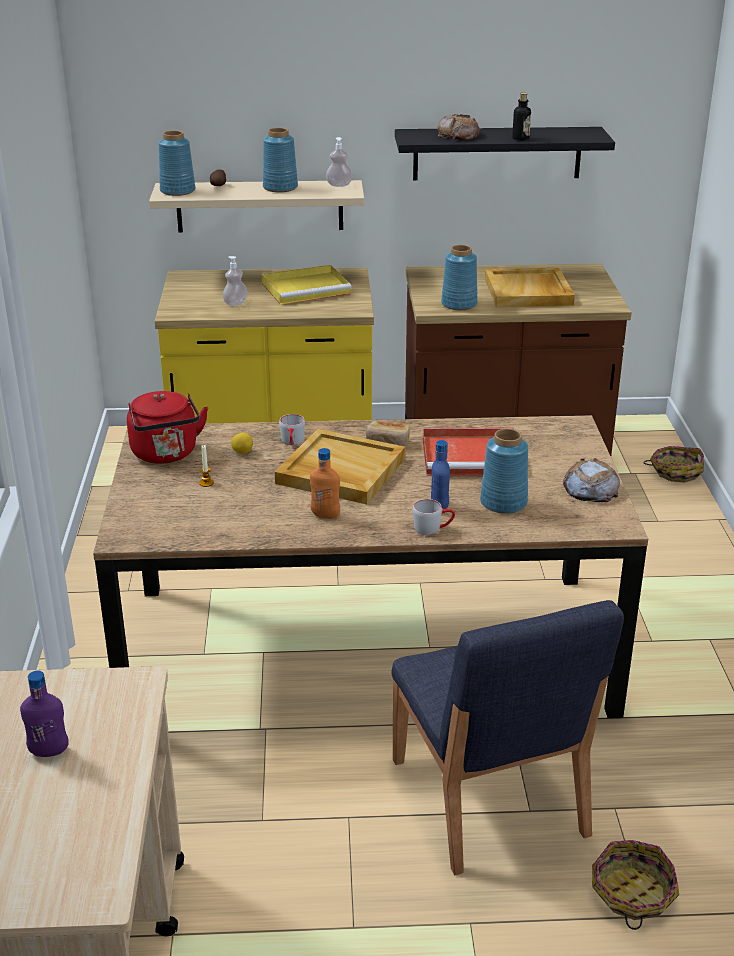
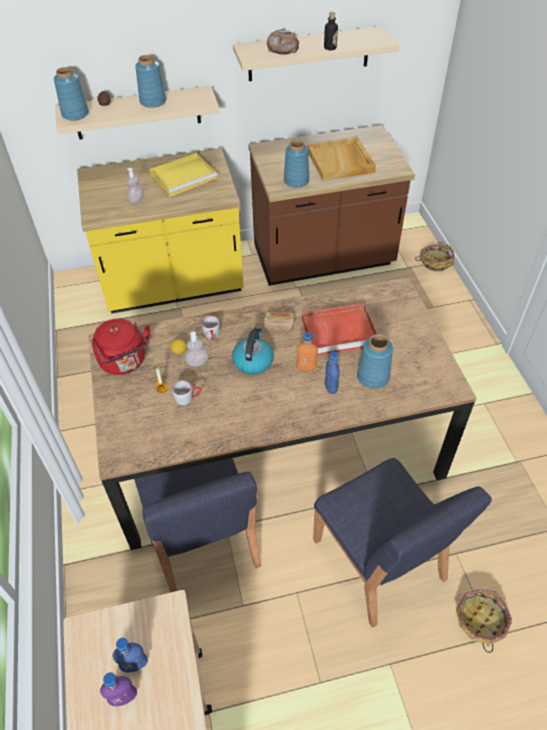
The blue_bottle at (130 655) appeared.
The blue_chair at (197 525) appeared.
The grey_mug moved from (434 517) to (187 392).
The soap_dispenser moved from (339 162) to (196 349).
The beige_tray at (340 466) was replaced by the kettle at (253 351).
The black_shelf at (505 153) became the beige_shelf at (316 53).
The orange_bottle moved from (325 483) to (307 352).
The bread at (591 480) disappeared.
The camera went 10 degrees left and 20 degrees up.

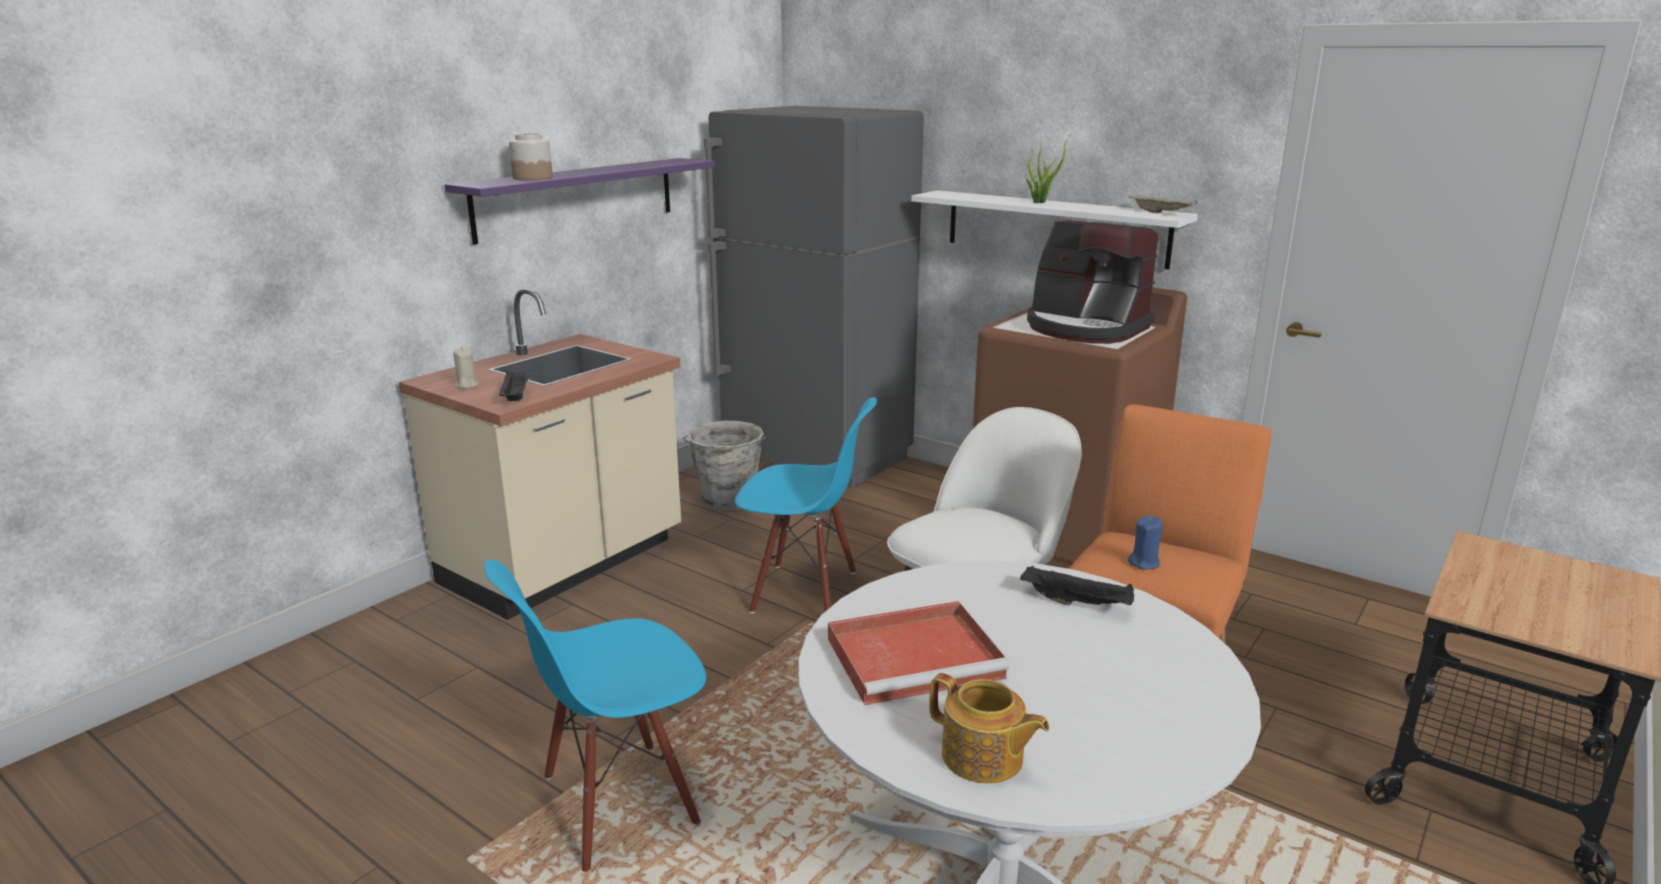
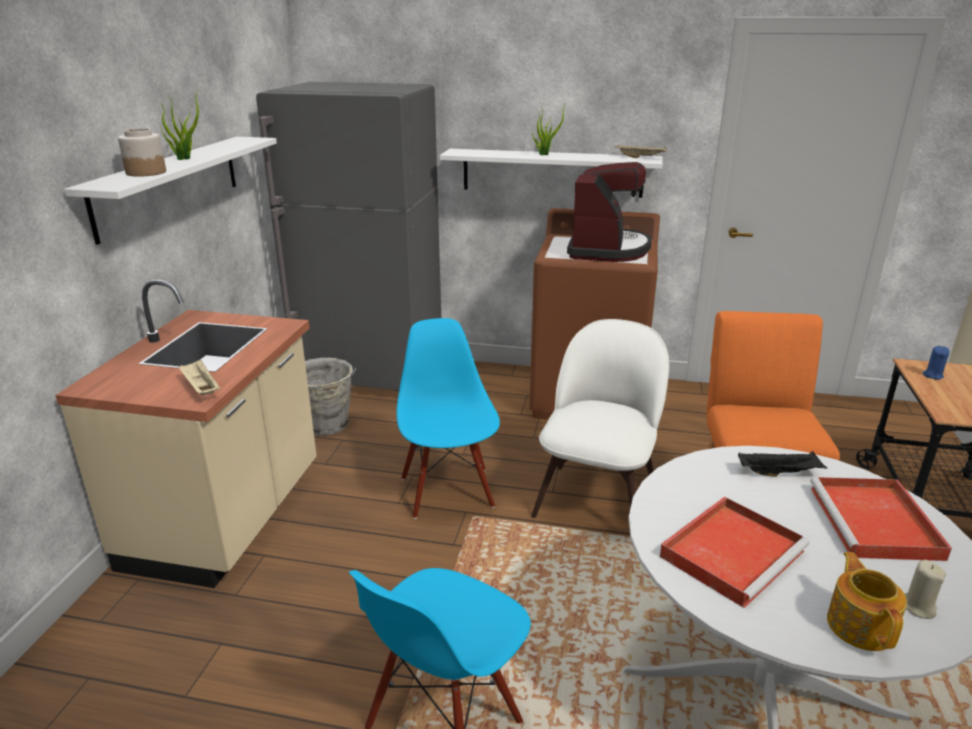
The purple_shelf at (580 201) became the white_shelf at (170 191).
The potted_plant at (180 124) appeared.
The black_tray at (515 385) became the beige_tray at (199 377).
The blue_chair at (806 505) turned 90 degrees counterclockwise.
The coffee_machine at (1092 282) turned 90 degrees counterclockwise.
The red_tray at (881 519) appeared.
The teapot at (989 728) turned 105 degrees counterclockwise.
The beige_candle moved from (466 368) to (925 589).
The blue_candle moved from (1145 543) to (936 363).
The camera went 25 degrees left and 5 degrees up.

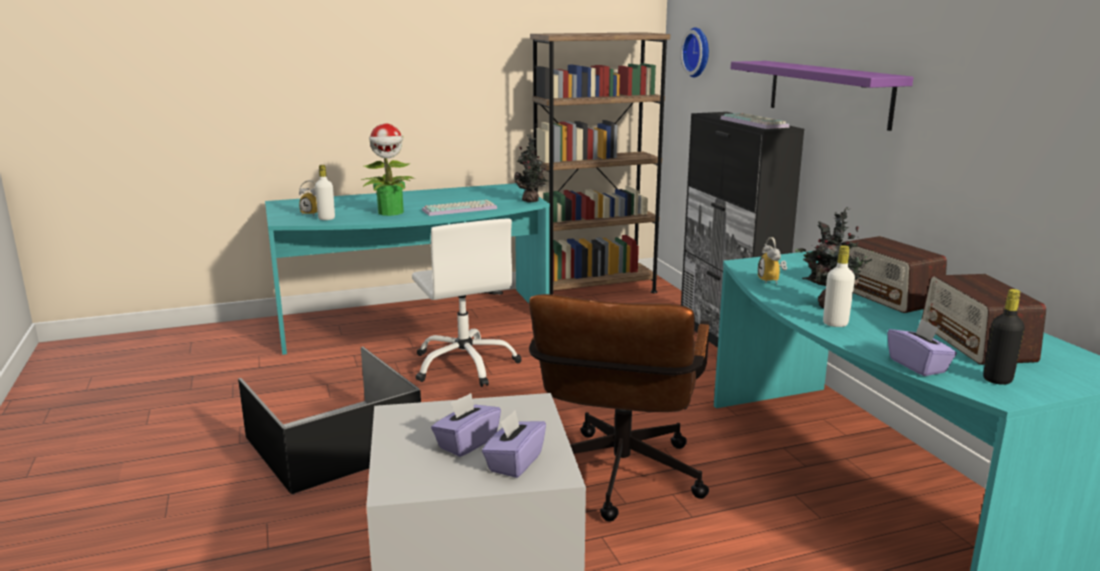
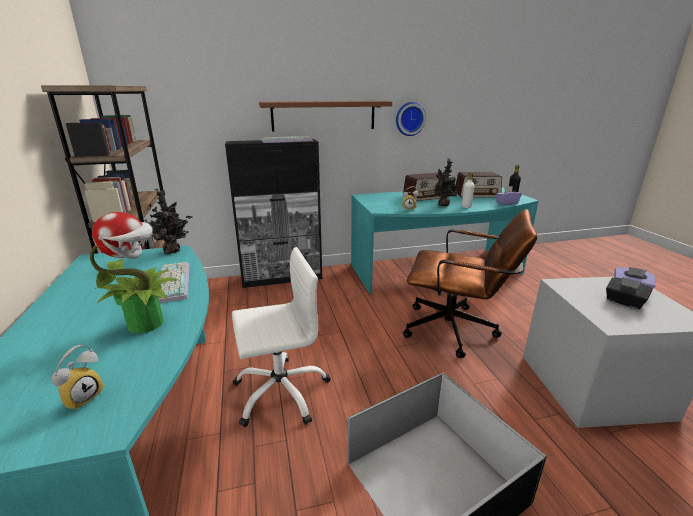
The purple_shelf at (822 96) became the brown_shelf at (325 116).
The wall_clock moved from (694 52) to (411 119).
The purple_tissue_box at (466 425) became the black_tissue_box at (629 293).
The white_bottle at (325 192) disappeared.
The camera went 85 degrees left and 5 degrees up.

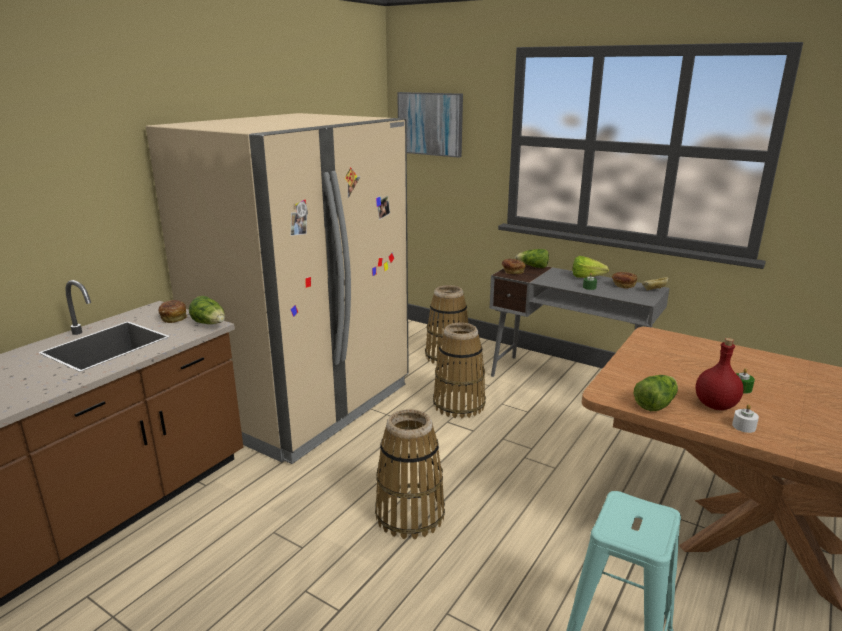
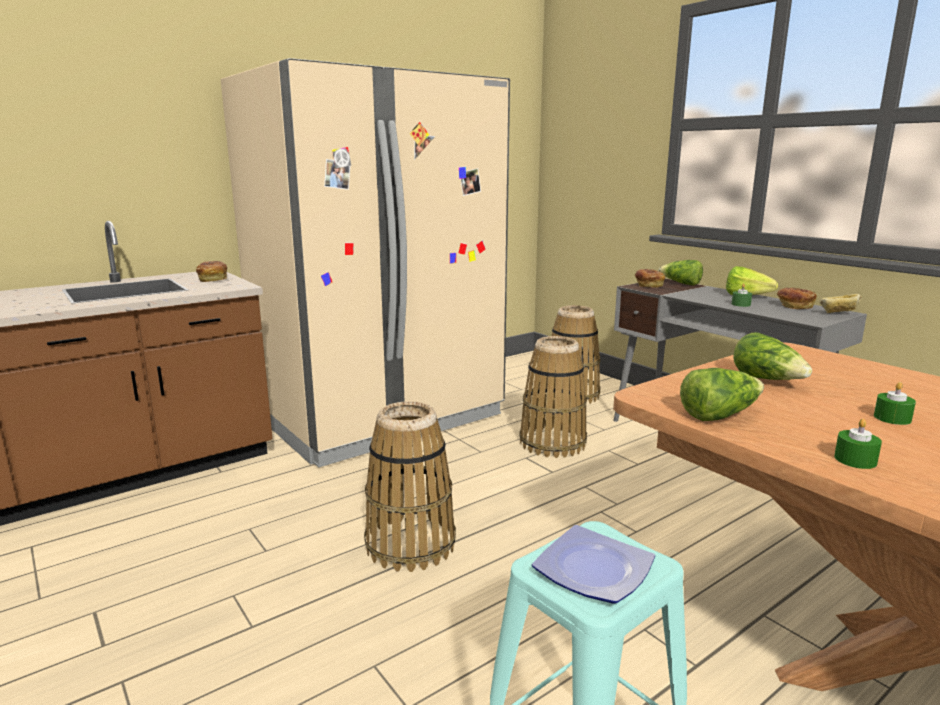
The plate at (593 564) appeared.
The lettuce moved from (207 310) to (772 356).
The white_candle at (745 418) became the green_candle at (858 444).
The picture at (430 125) disappeared.
The red_bottle at (719 374) disappeared.
The camera went 20 degrees right and 5 degrees down.

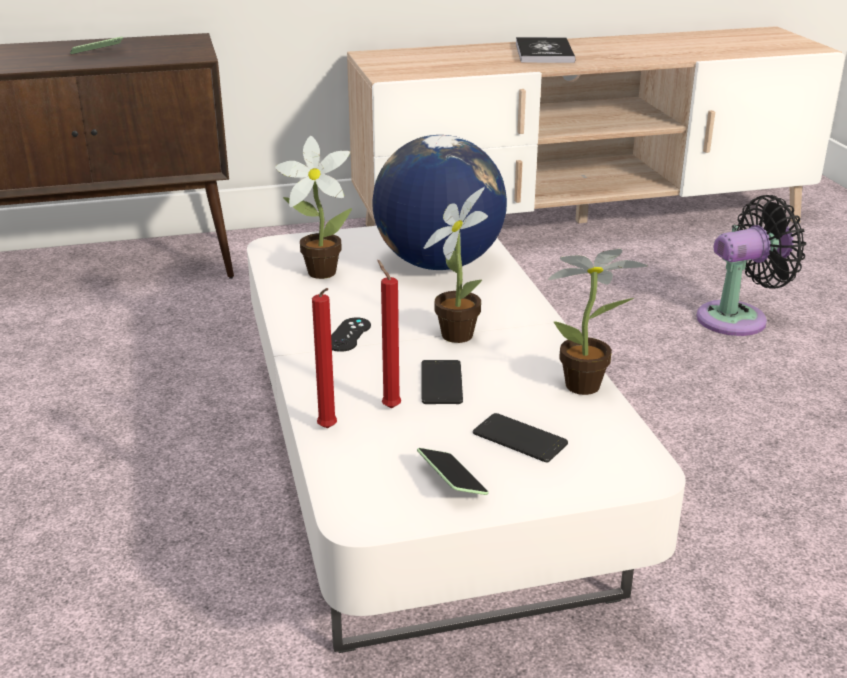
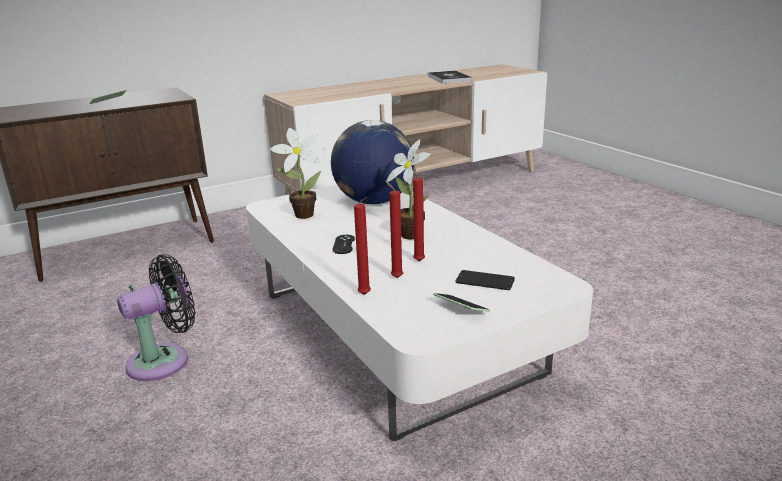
The black_fan moved from (751 265) to (156 317).
The phone at (442 382) was replaced by the red_candle at (419 214).
The book moved from (545 50) to (450 77).
The potted_plant at (598 322) disappeared.
The camera went 15 degrees left and 5 degrees down.

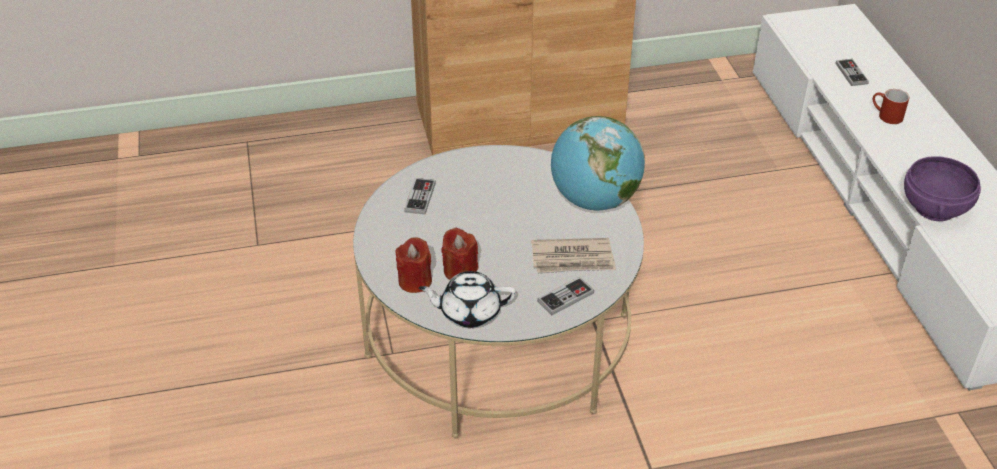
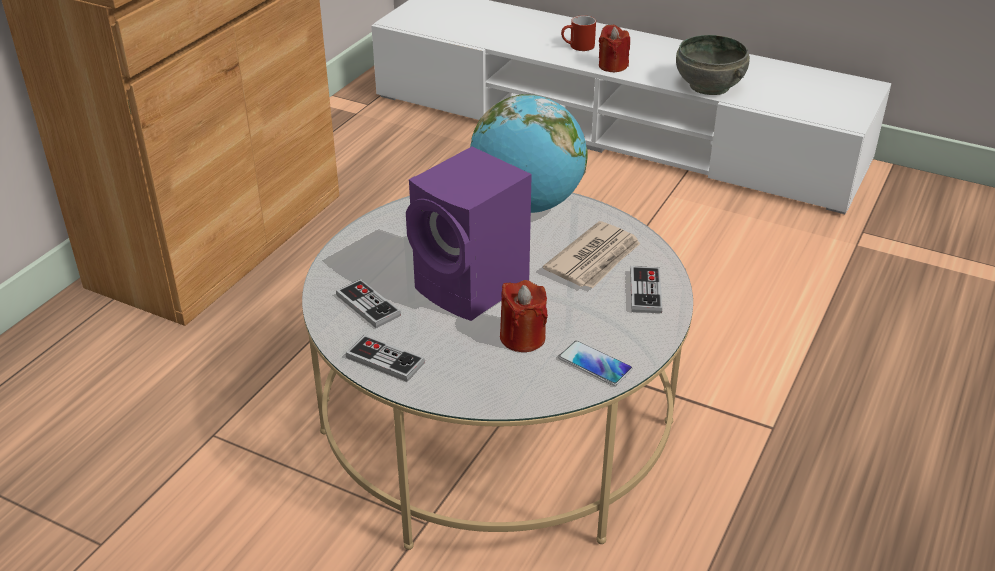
The game_controller moved from (852 72) to (385 358).
The purple_speaker at (469 234) appeared.
The white_teapot at (467 299) was replaced by the phone at (595 363).
The red_candle moved from (413 265) to (614 48).
The purple_bowl at (942 188) became the grey_bowl at (713 65).
The camera went 50 degrees left and 5 degrees down.

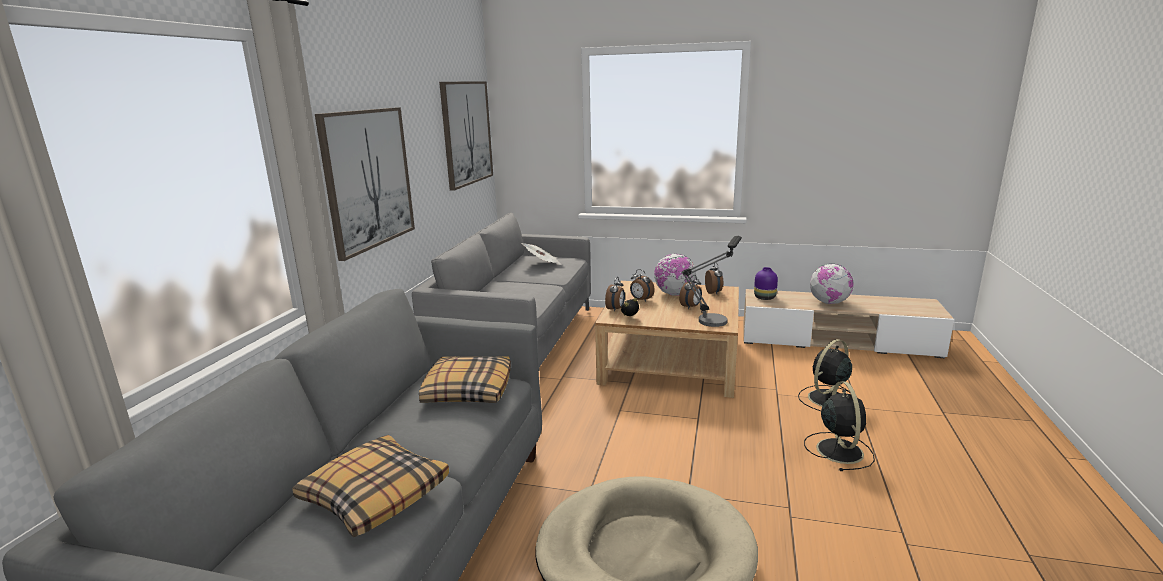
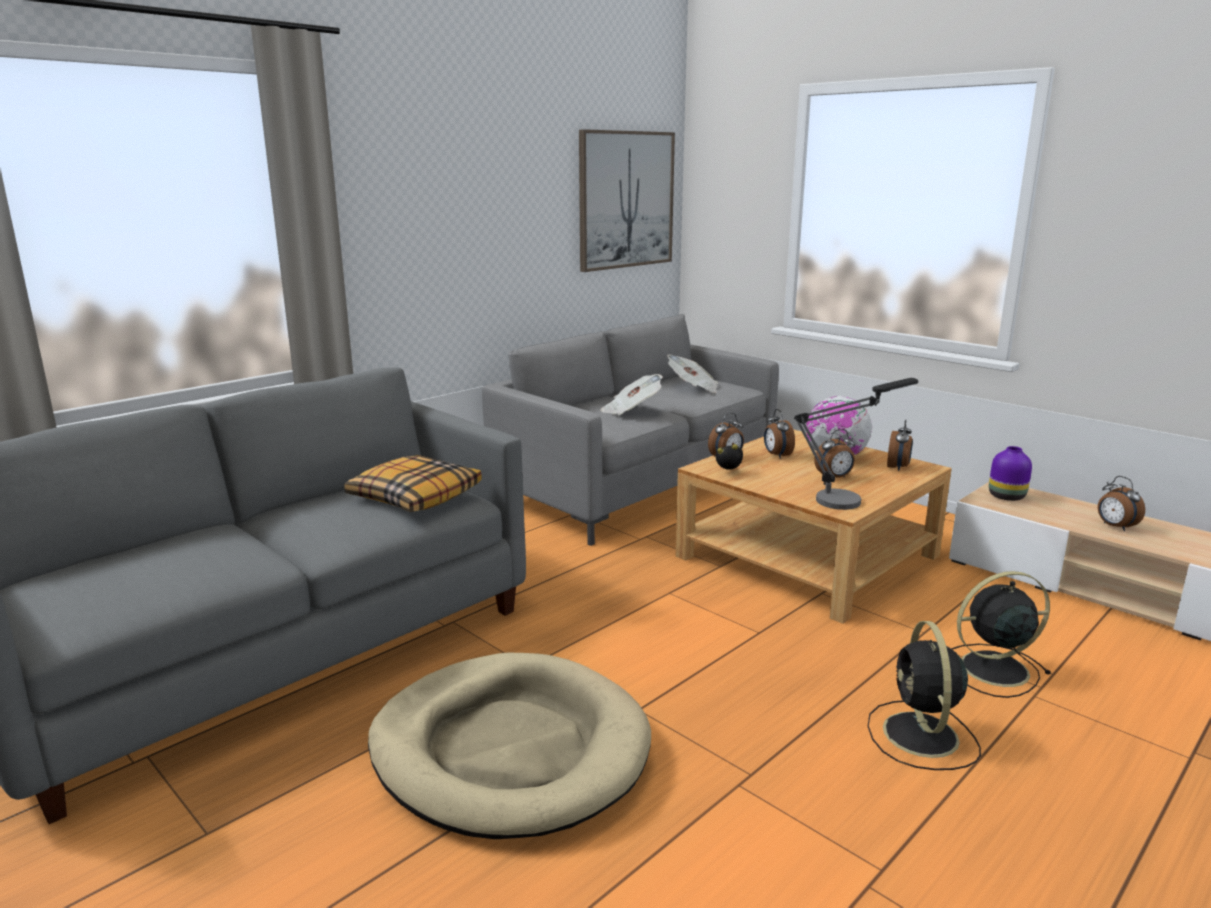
The newspaper at (631 394) appeared.
The black_fan at (839 426) turned 150 degrees clockwise.
The globe at (832 284) was replaced by the alarm_clock at (1121 503).
The pillow at (370 486) disappeared.
The picture at (365 184) disappeared.
The camera went 30 degrees right and 0 degrees up.

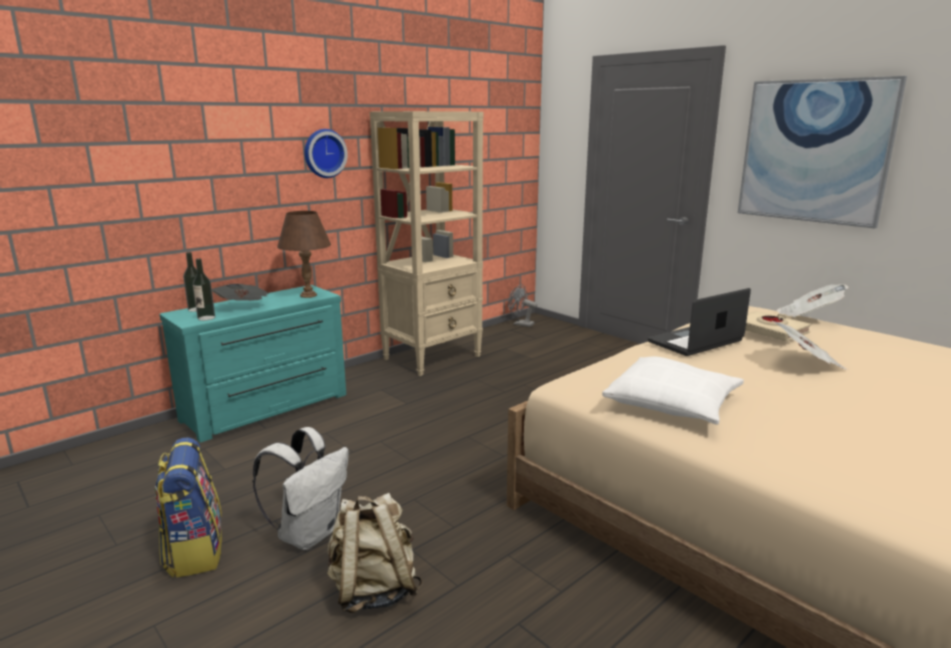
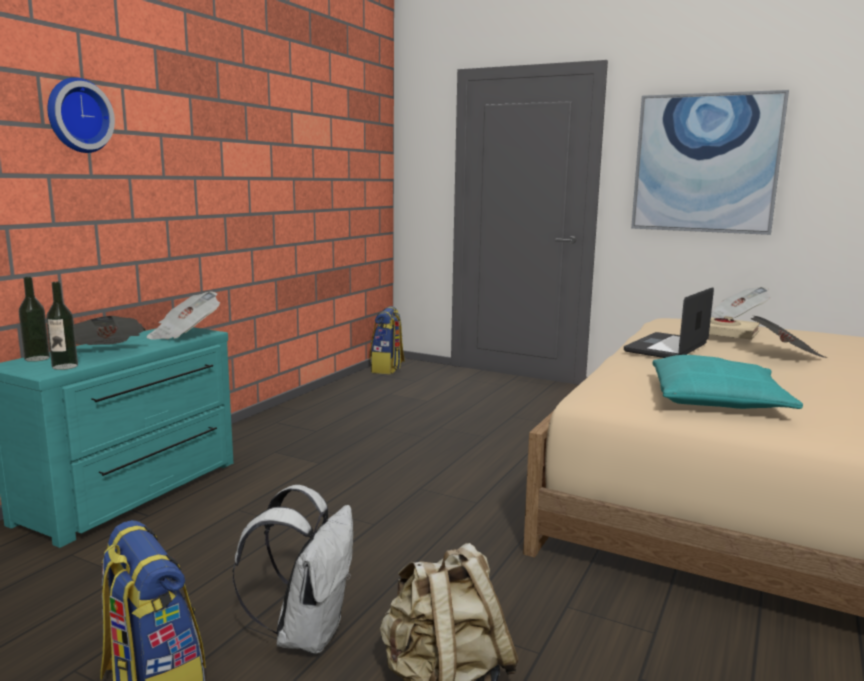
The wall_clock moved from (326 153) to (81 115).
The brown_table_lamp at (304 254) was replaced by the newspaper at (183 316).
The grey_fan at (522 305) was replaced by the backpack at (387 340).
The white_pillow at (673 390) became the turquoise_pillow at (727 382).
The beige_bookcase at (427 243) disappeared.
The camera went 20 degrees left and 5 degrees down.

